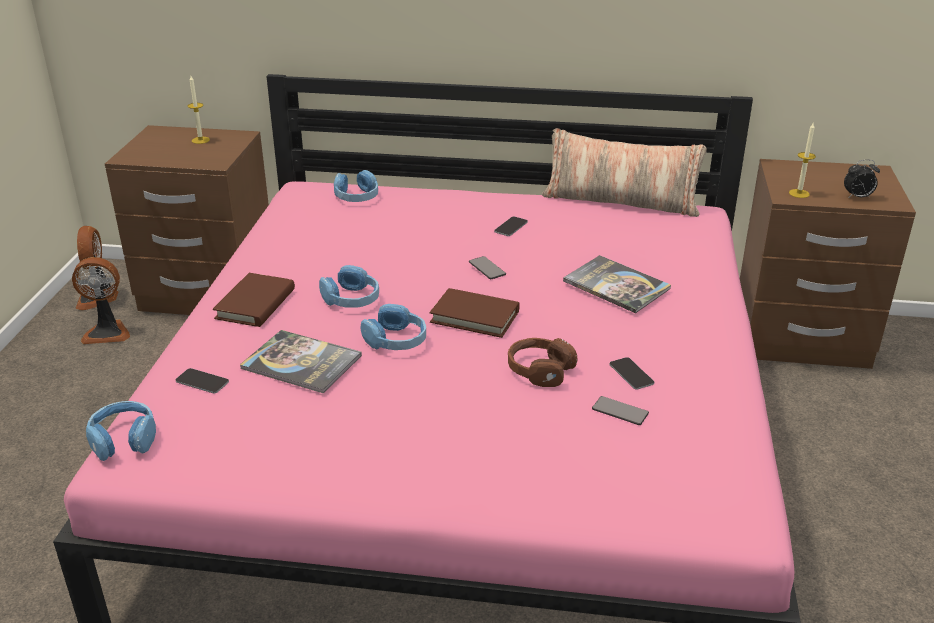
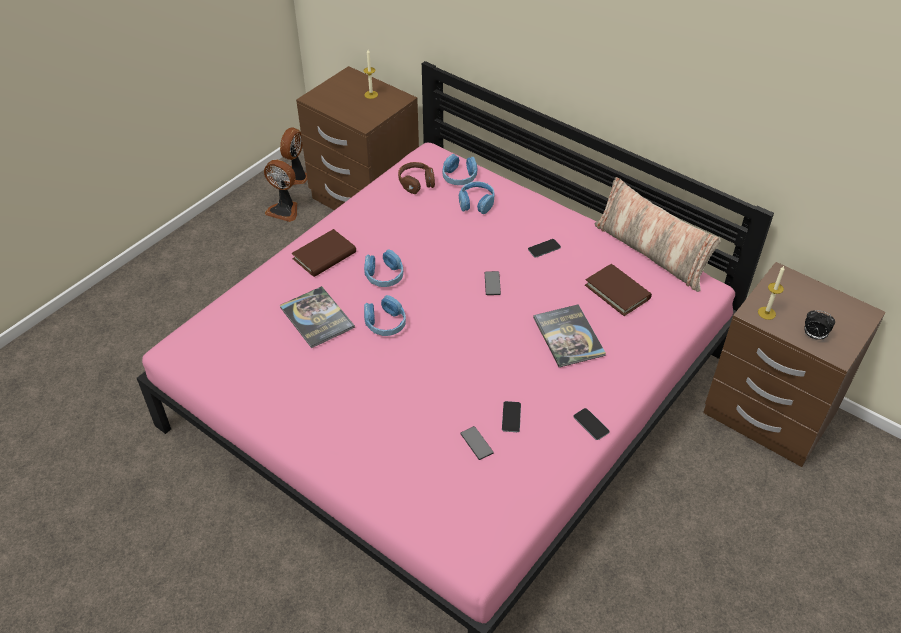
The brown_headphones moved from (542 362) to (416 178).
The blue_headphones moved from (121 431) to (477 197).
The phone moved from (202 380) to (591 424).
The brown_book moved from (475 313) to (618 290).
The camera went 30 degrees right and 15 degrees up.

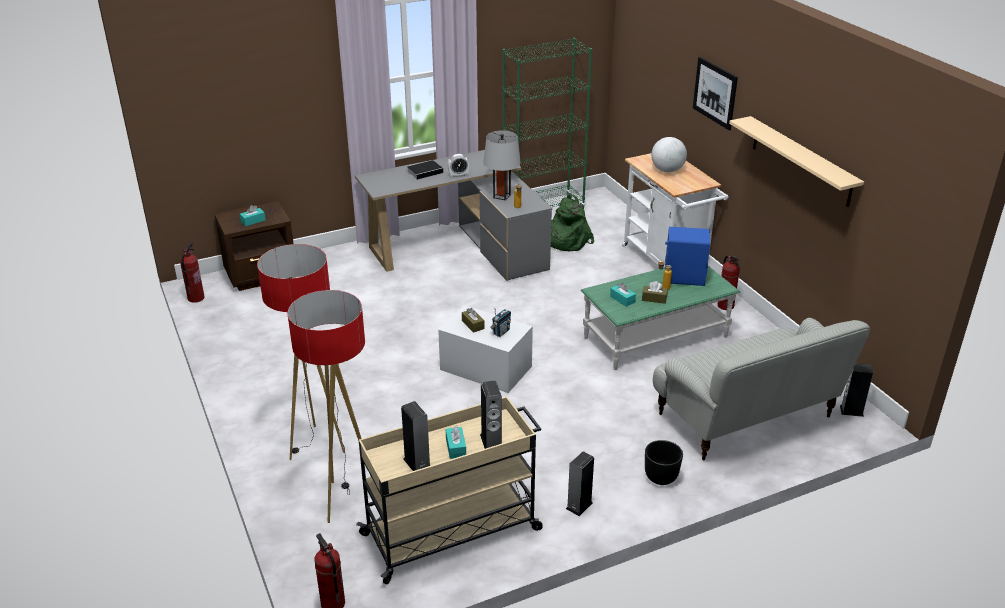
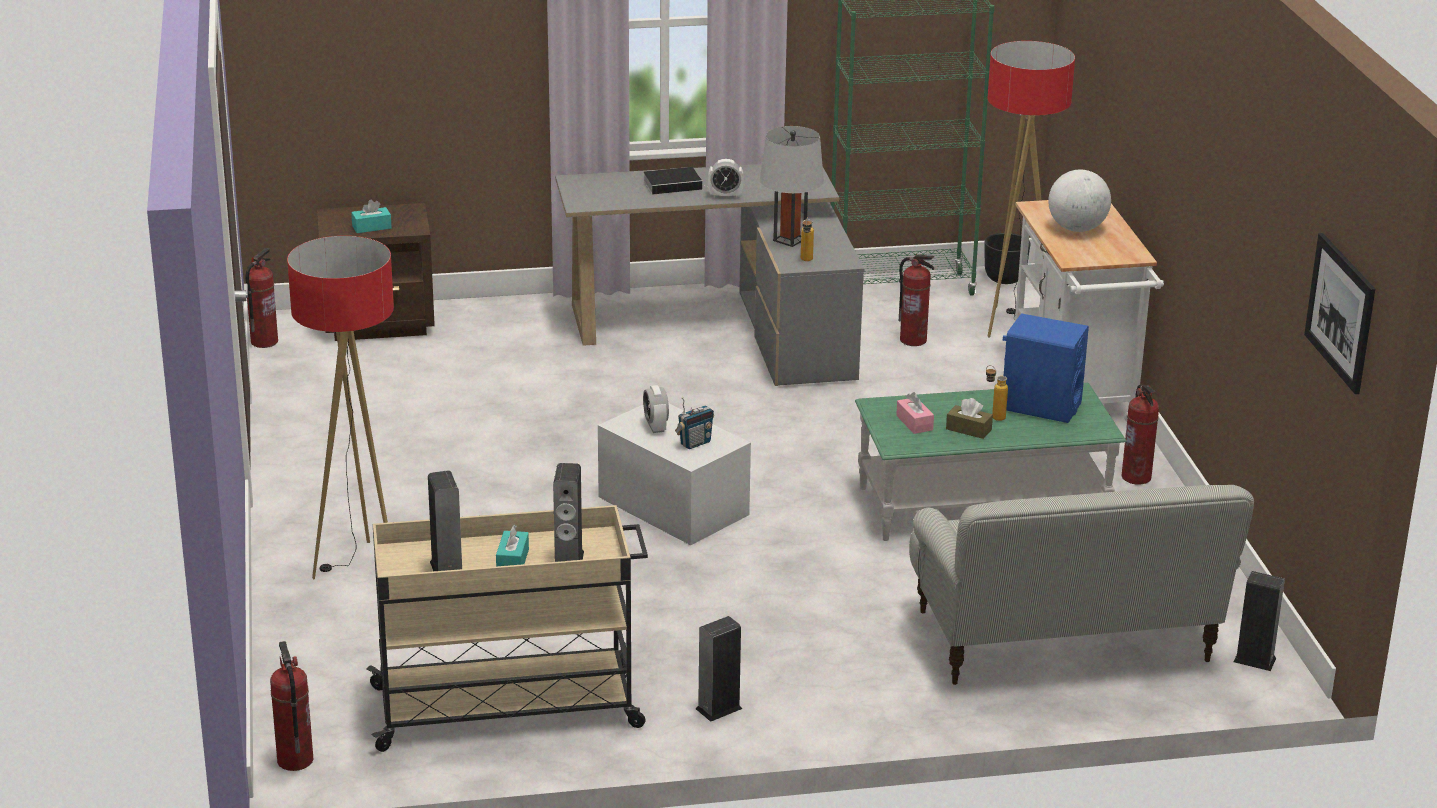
The brown_tissue_box at (473 320) was replaced by the alarm_clock at (656 409).
The turquoise_tissue_box at (623 294) became the pink_tissue_box at (915 413).
The green_backpack at (572 223) was replaced by the fire_extinguisher at (916 300).
The black_planter moved from (664 462) to (1007 258).
The floor_lamp moved from (329 406) to (1031 189).
The picture moved from (715 93) to (1339 313).
The beige_shelf at (796 161) disappeared.
The camera went 15 degrees right and 5 degrees down.

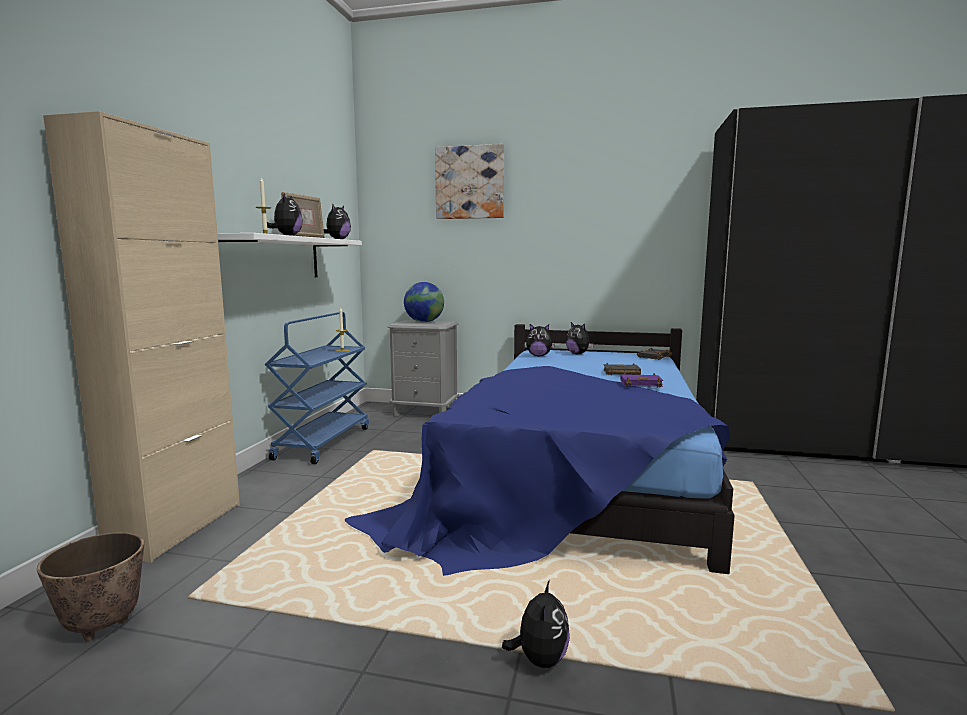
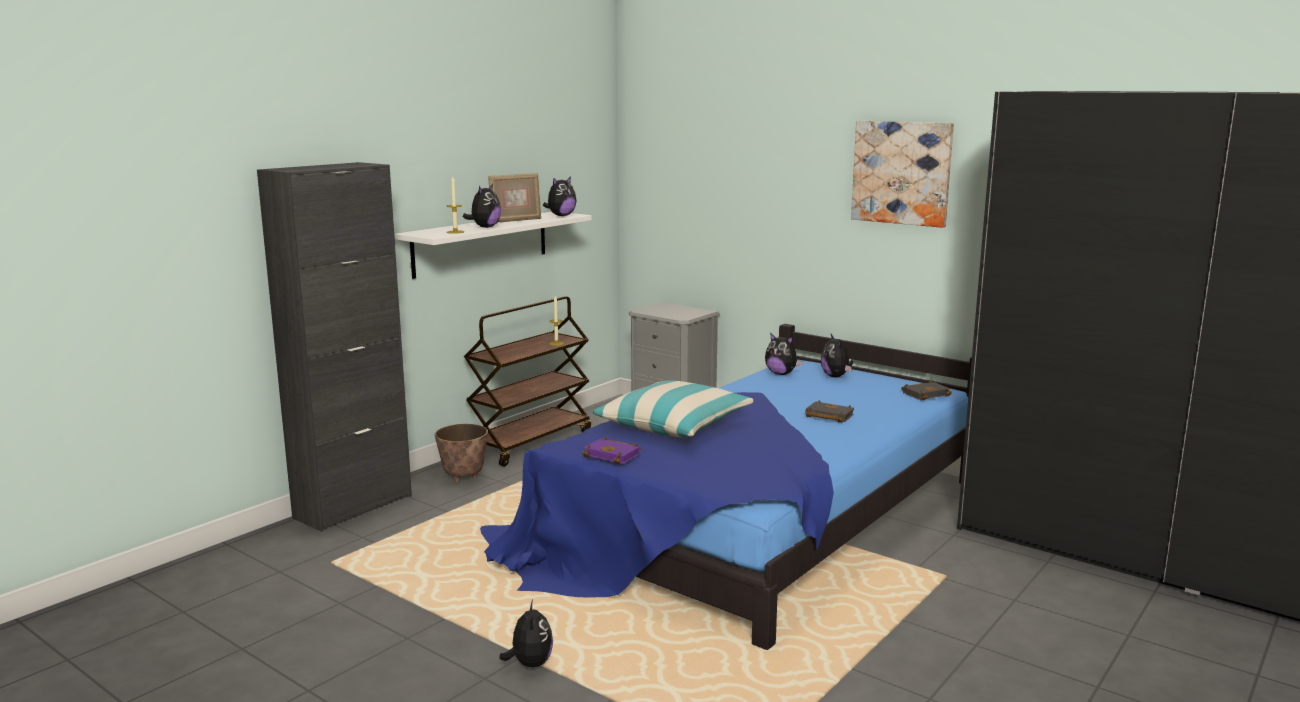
The beige_cabinet at (141 337) became the black_cabinet at (334 347).
The planter moved from (90 586) to (461 453).
The blue_cart at (317 388) became the brown_cart at (527 381).
The plush_toy at (536 624) turned 45 degrees counterclockwise.
The purple_book moved from (641 380) to (611 451).
The pillow at (673 408) appeared.
The picture moved from (469 181) to (902 174).
The globe at (424 302) disappeared.
The camera went 25 degrees right and 5 degrees up.

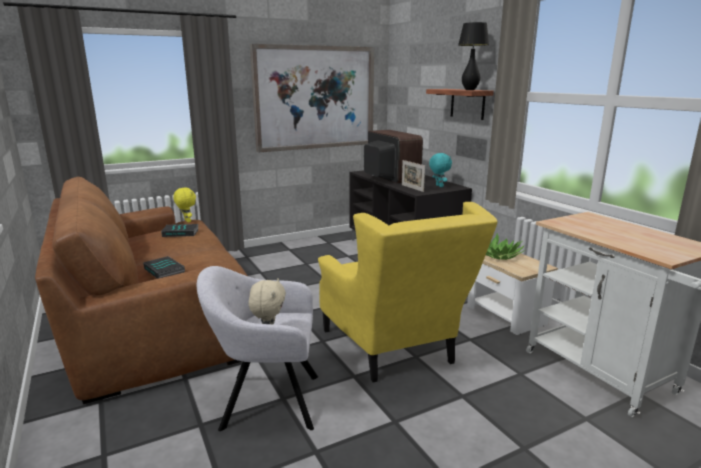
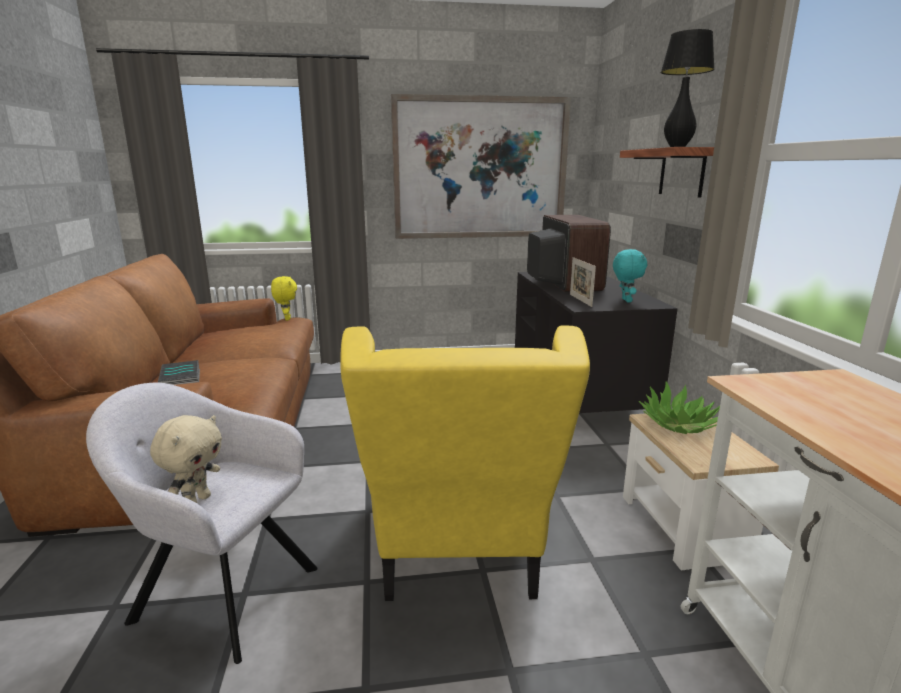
The book at (180 230) disappeared.
The camera went 20 degrees right and 0 degrees up.

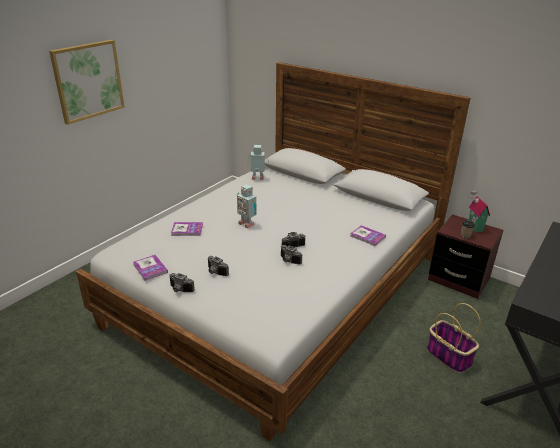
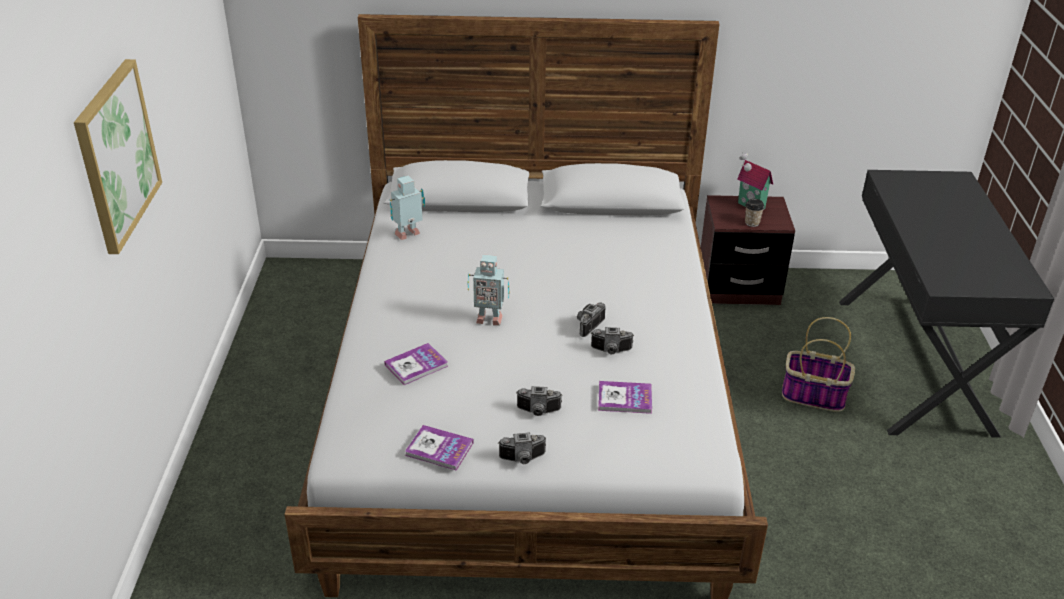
The book moved from (368 235) to (625 397).
The camera went 35 degrees left and 5 degrees up.

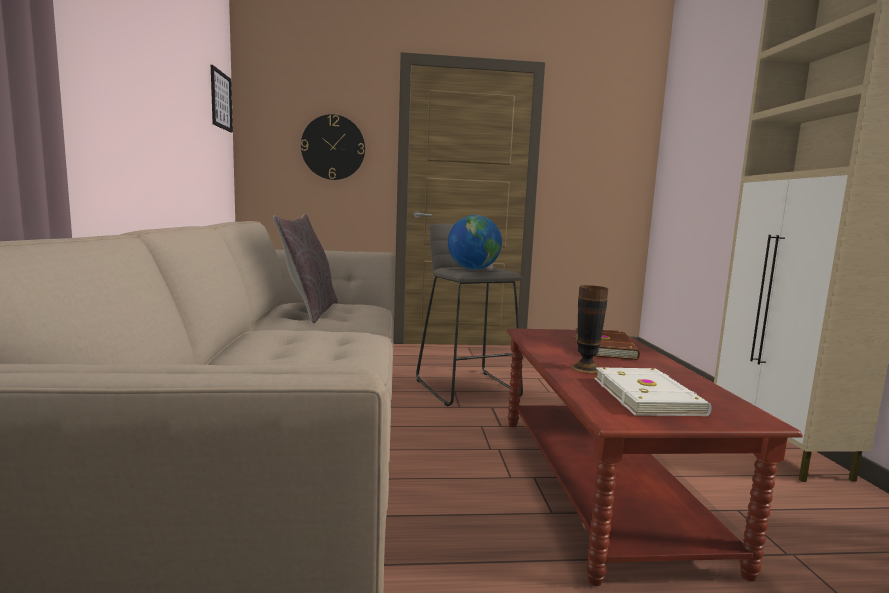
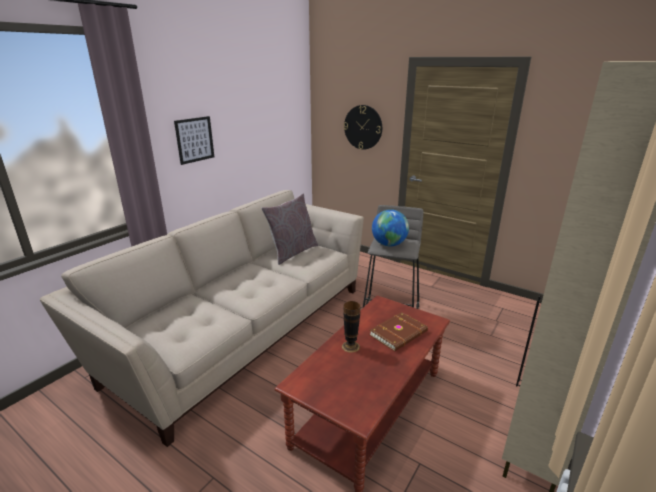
The picture moved from (222 99) to (194 140).
The white_book at (653 391) disappeared.
The camera went 40 degrees right and 15 degrees up.

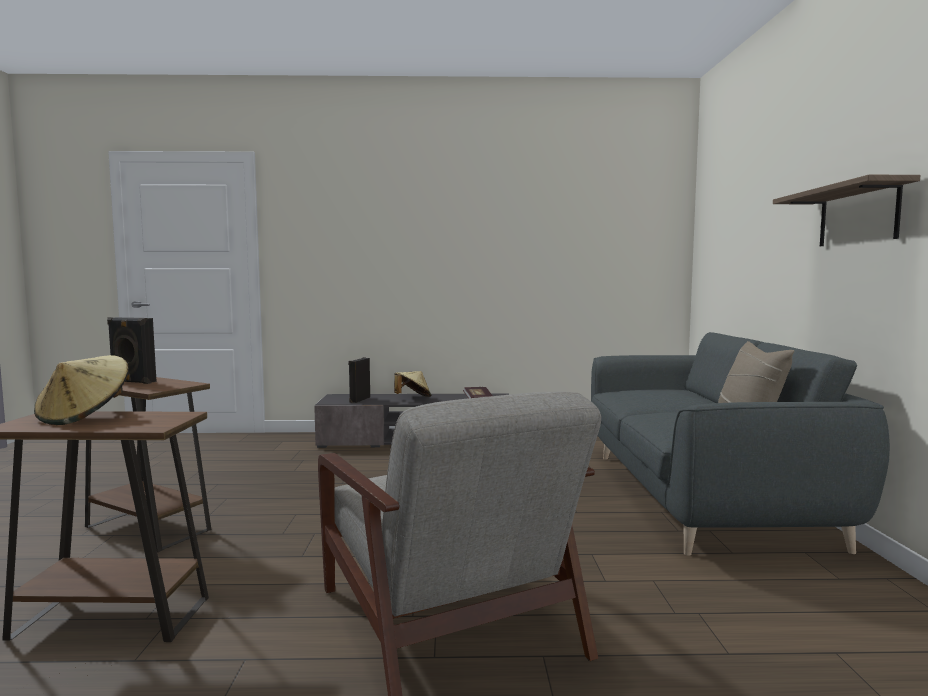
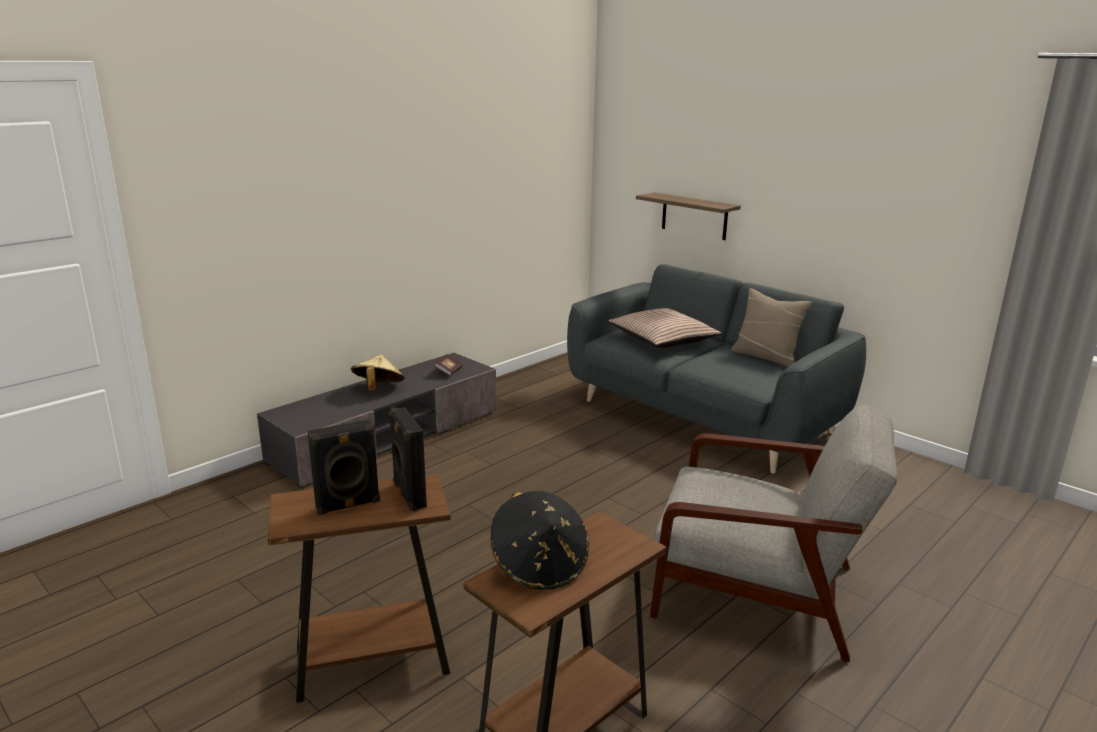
The black_speaker moved from (359 380) to (408 459).
The beige_hat at (81 390) became the black_hat at (540 540).
The pillow at (665 328) appeared.
The shelf moved from (846 210) to (688 216).
The camera went 45 degrees left and 15 degrees up.

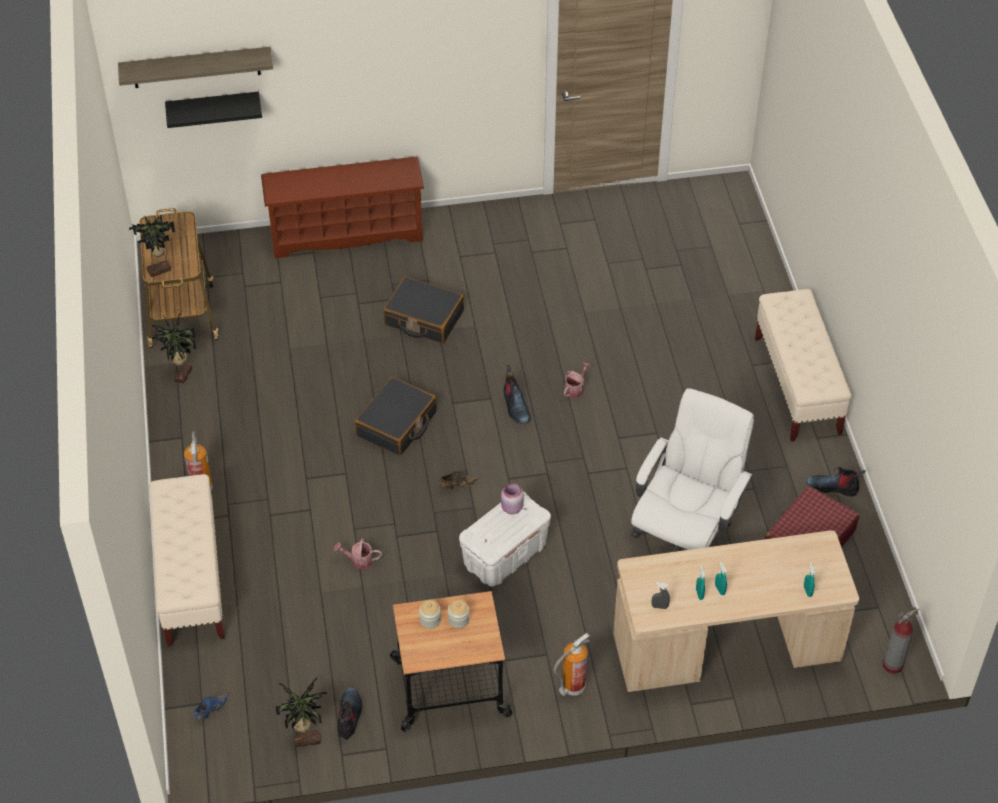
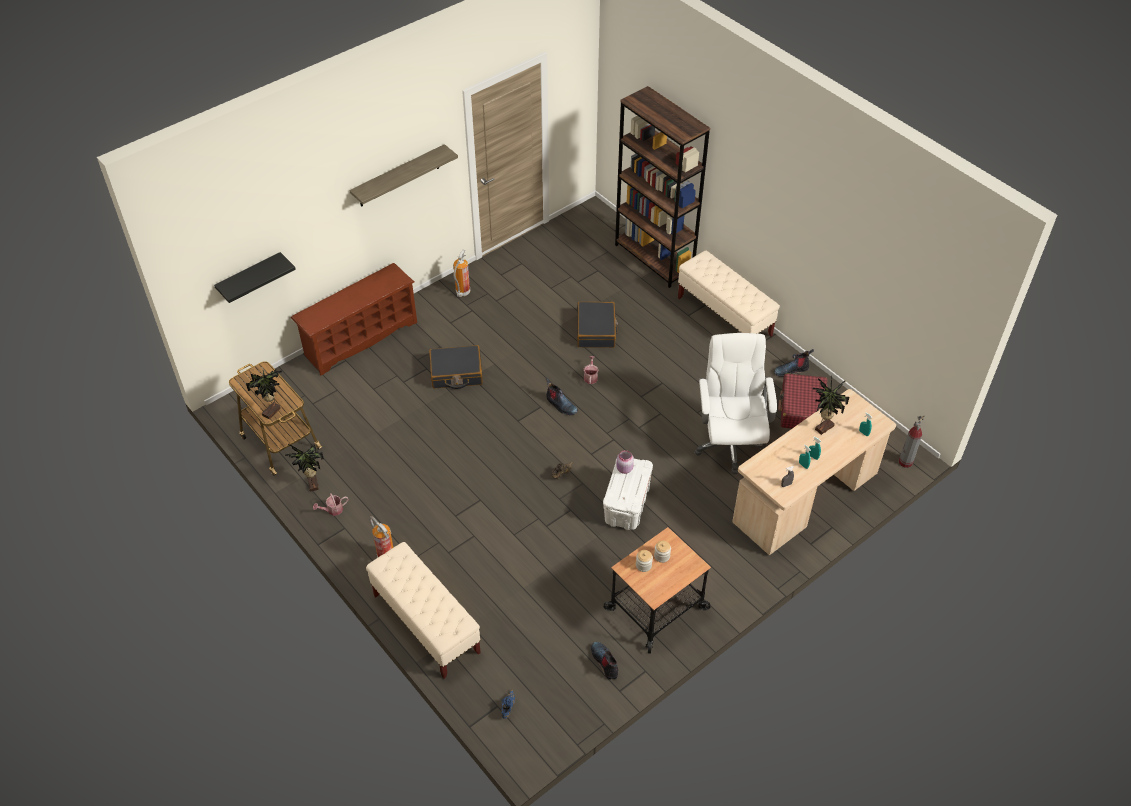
The watering_can moved from (358 553) to (330 504).
The shelf moved from (195 67) to (403 175).
The fire_extinguisher moved from (572 664) to (461 273).
The black_suitcase moved from (396 416) to (597 325).
The brown_bookcase at (662 187) appeared.
The potted_plant moved from (301 712) to (831 405).
The camera went 30 degrees left and 0 degrees up.

